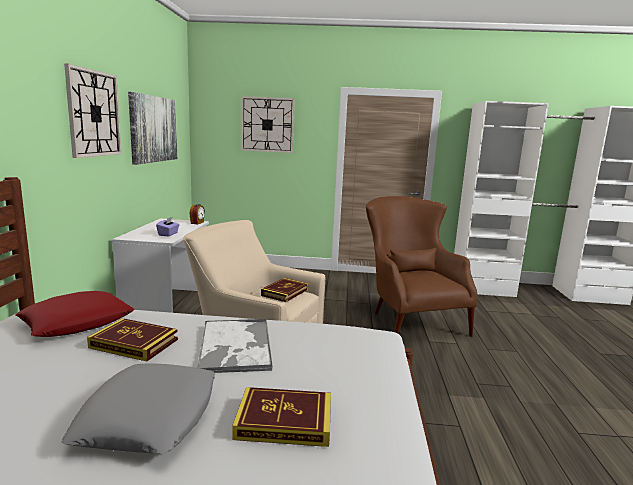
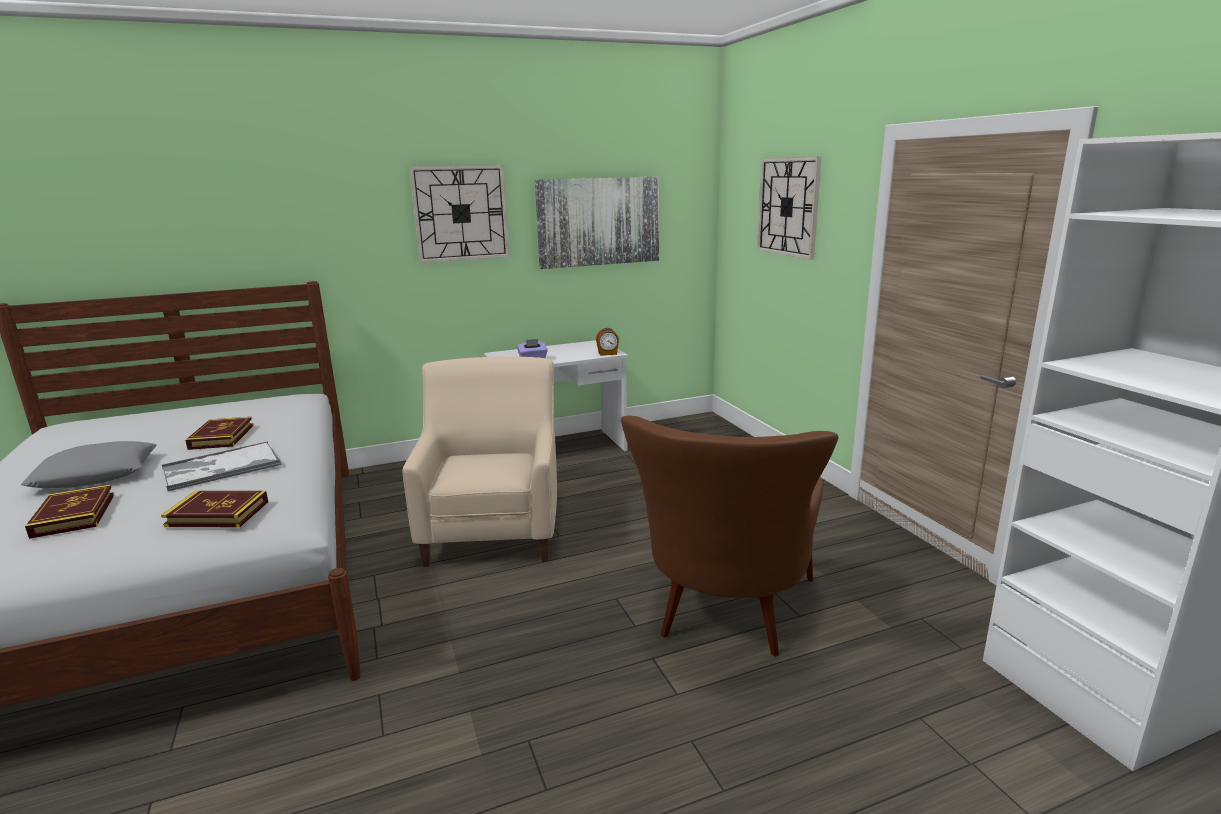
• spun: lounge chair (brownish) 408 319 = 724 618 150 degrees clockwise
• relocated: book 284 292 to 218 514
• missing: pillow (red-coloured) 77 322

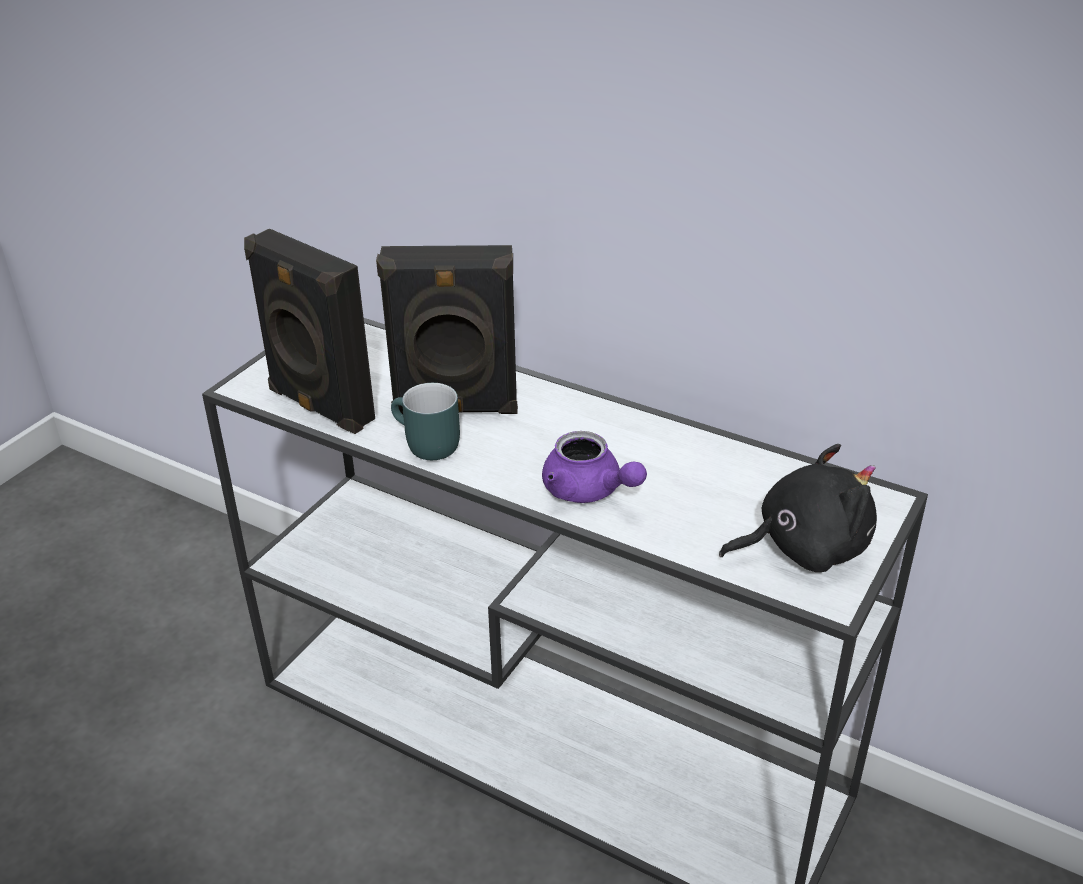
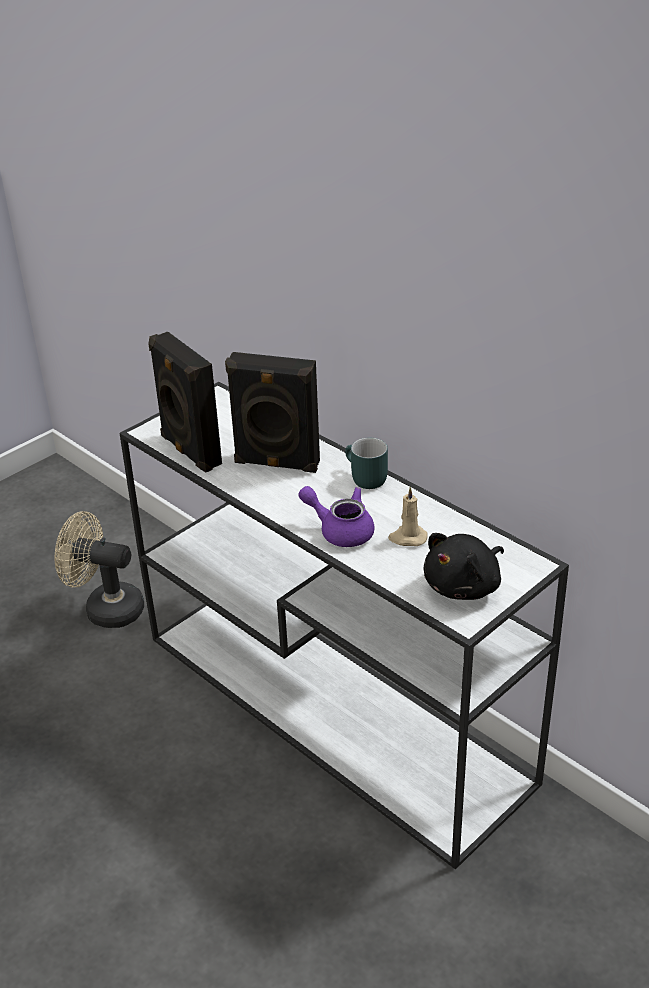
• relocated: mug (blue-green) 424 446 to 363 479
• spun: pot for tea (purple-coloured) 589 491 = 340 530 150 degrees clockwise
• spun: soft toy (black) 804 547 = 465 586 135 degrees clockwise
• appeared: candle (beige) 407 538
• appeared: fan (beige) 106 608

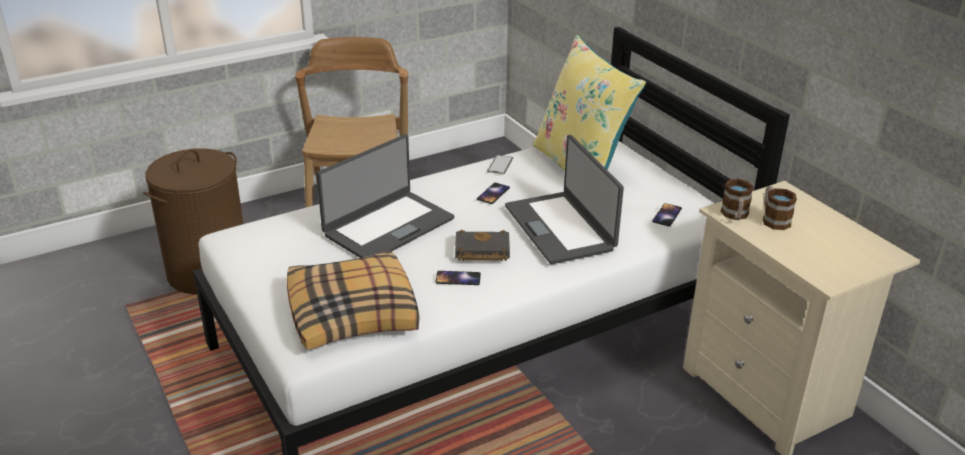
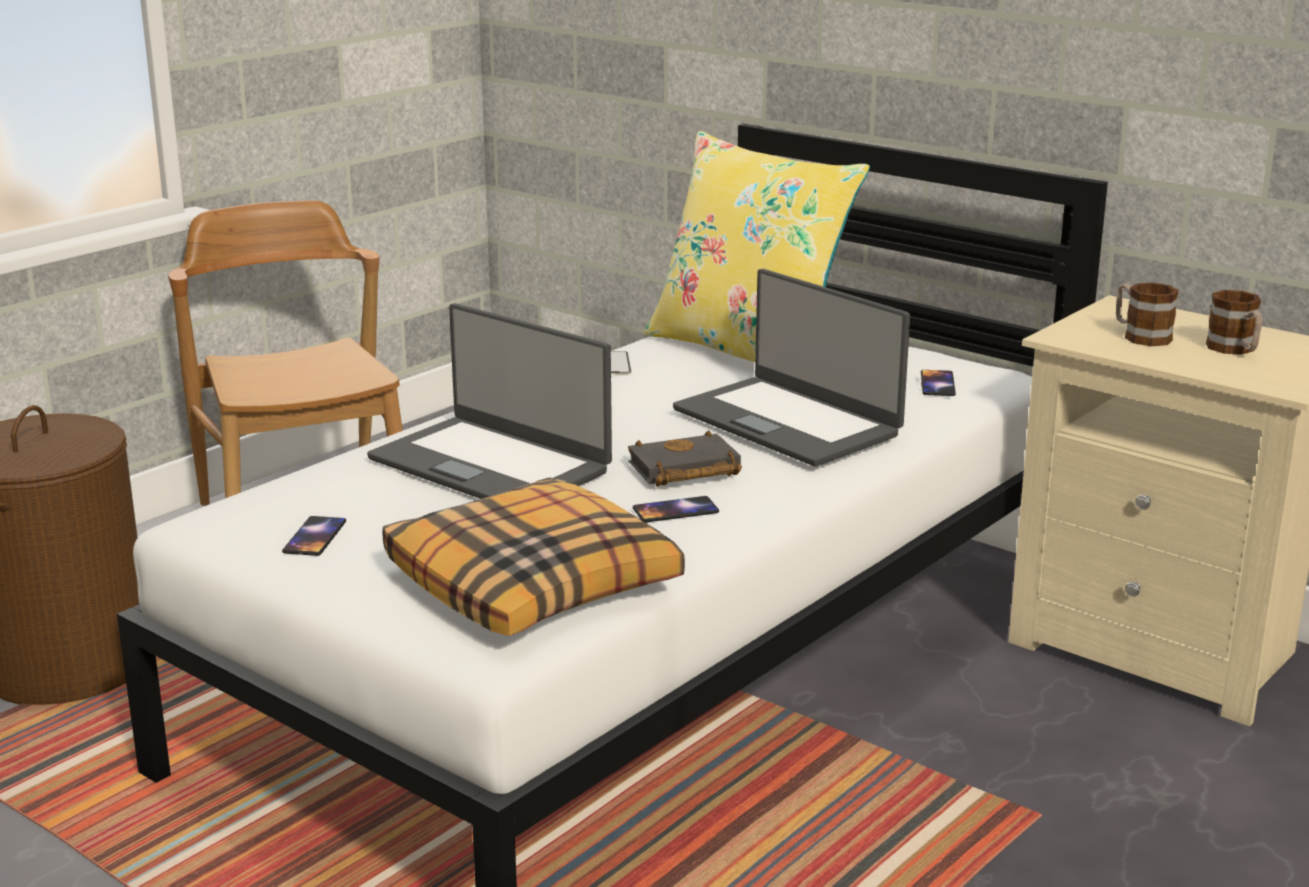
• spun: notebook computer 388 226 = 491 464 105 degrees clockwise
• relocated: mug 735 216 to 1235 350
• relocated: phone 493 193 to 315 537

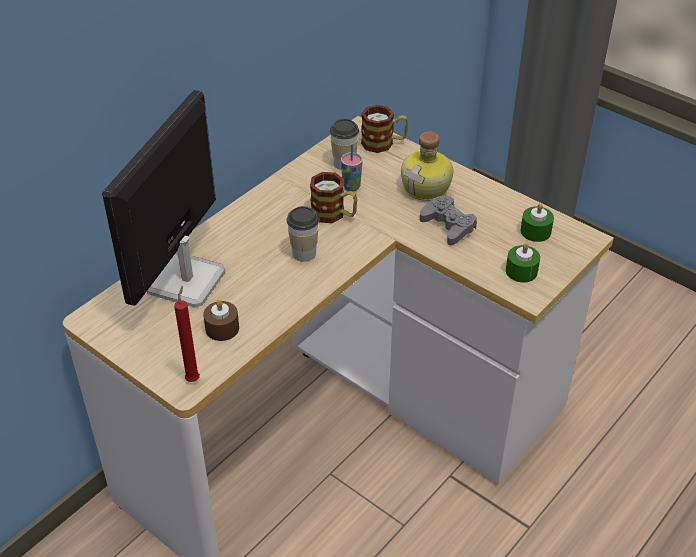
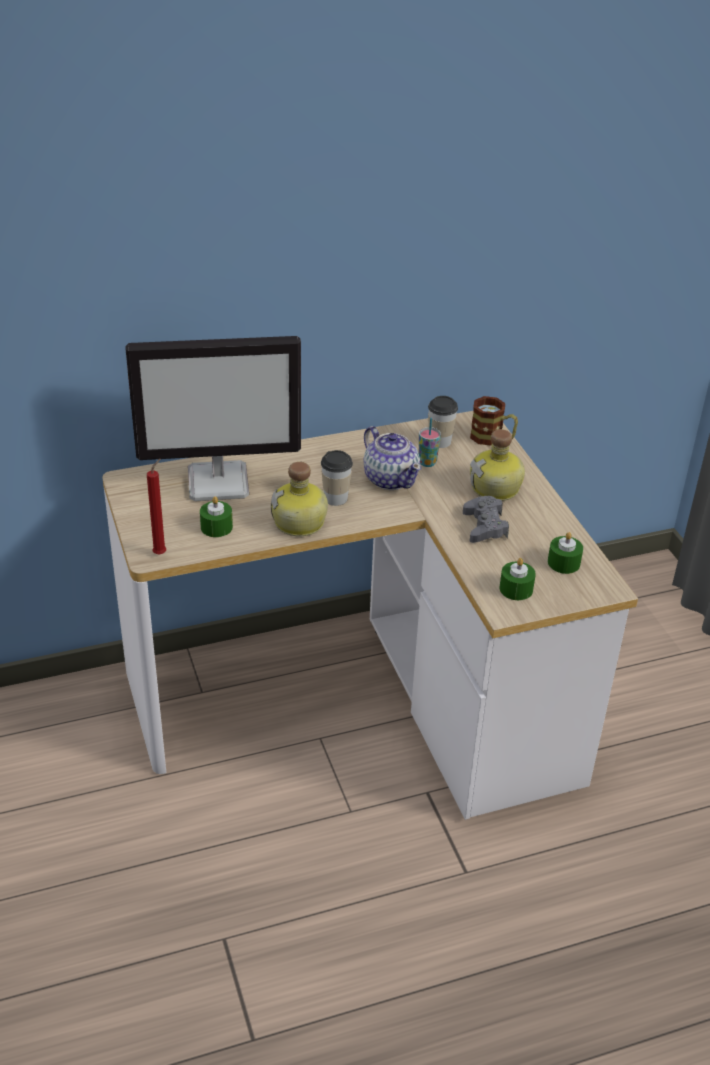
• spun: computer display 185 282 = 219 482 150 degrees counterclockwise
• exchanged: mug 334 214 to pot for tea 390 479
• colour: candle (brownish) 222 328 to candle (green) 216 527
• appeared: bottle 300 523

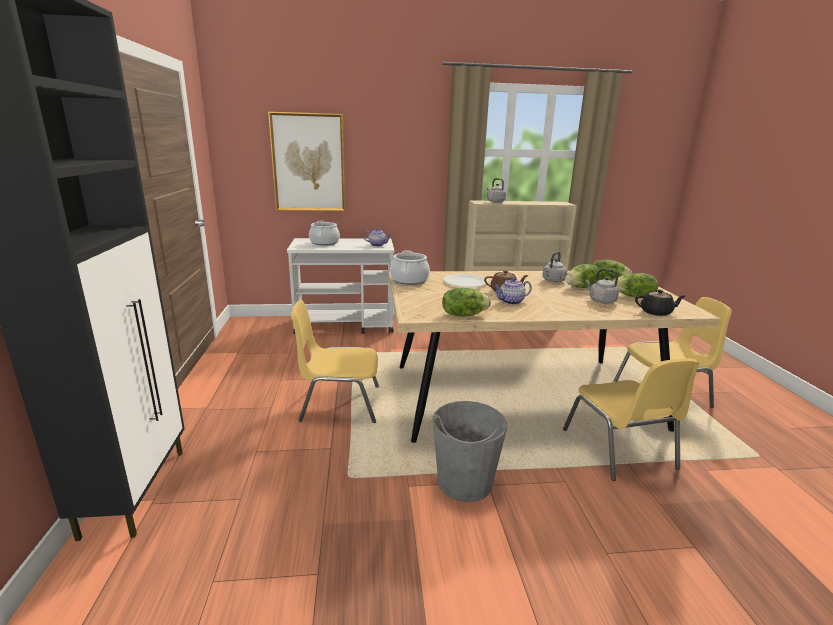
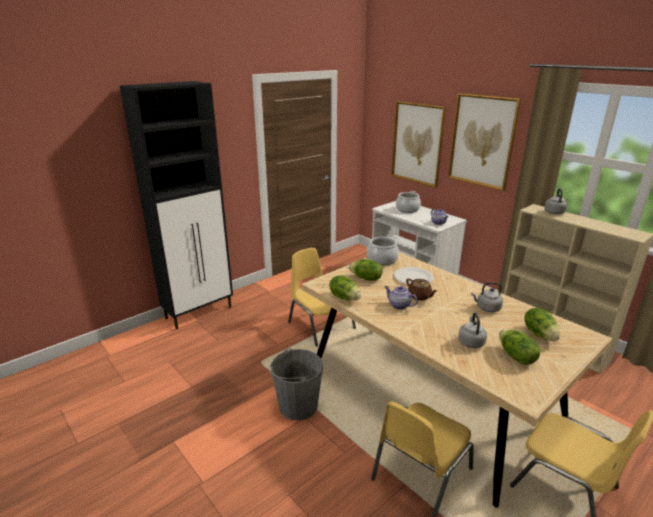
• relocated: lettuce 581 287 to 366 278
• missing: pot for tea (black) 656 312
• appeared: wall art 482 141

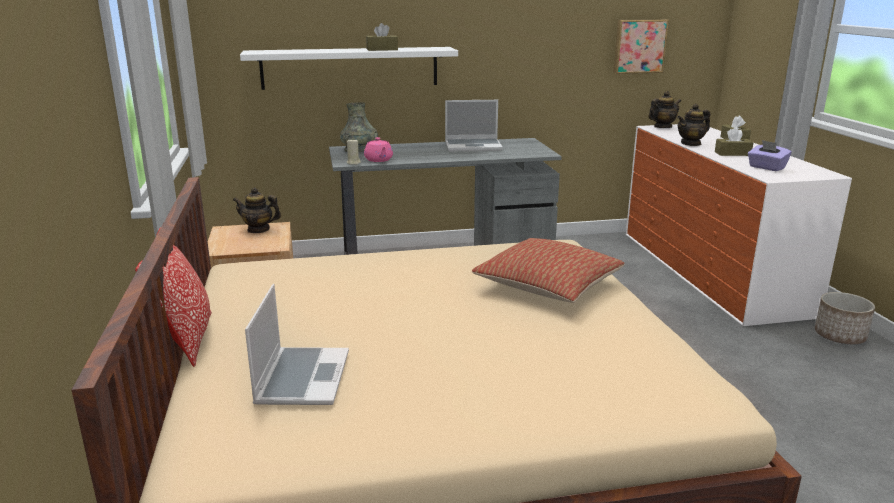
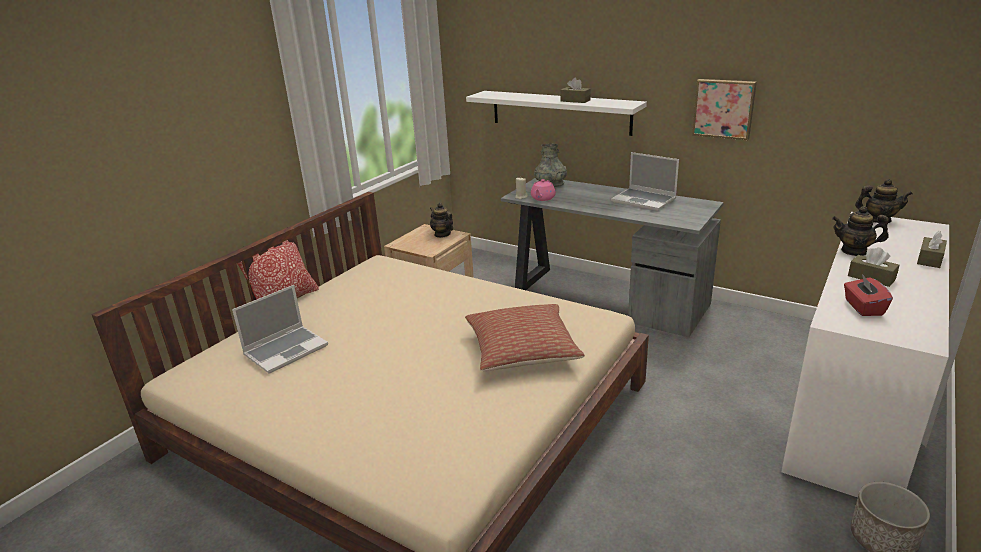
• relocated: wall art 639 46 to 724 108
• colour: tissue holder (purple-coloured) 766 167 to tissue holder (red-coloured) 863 307

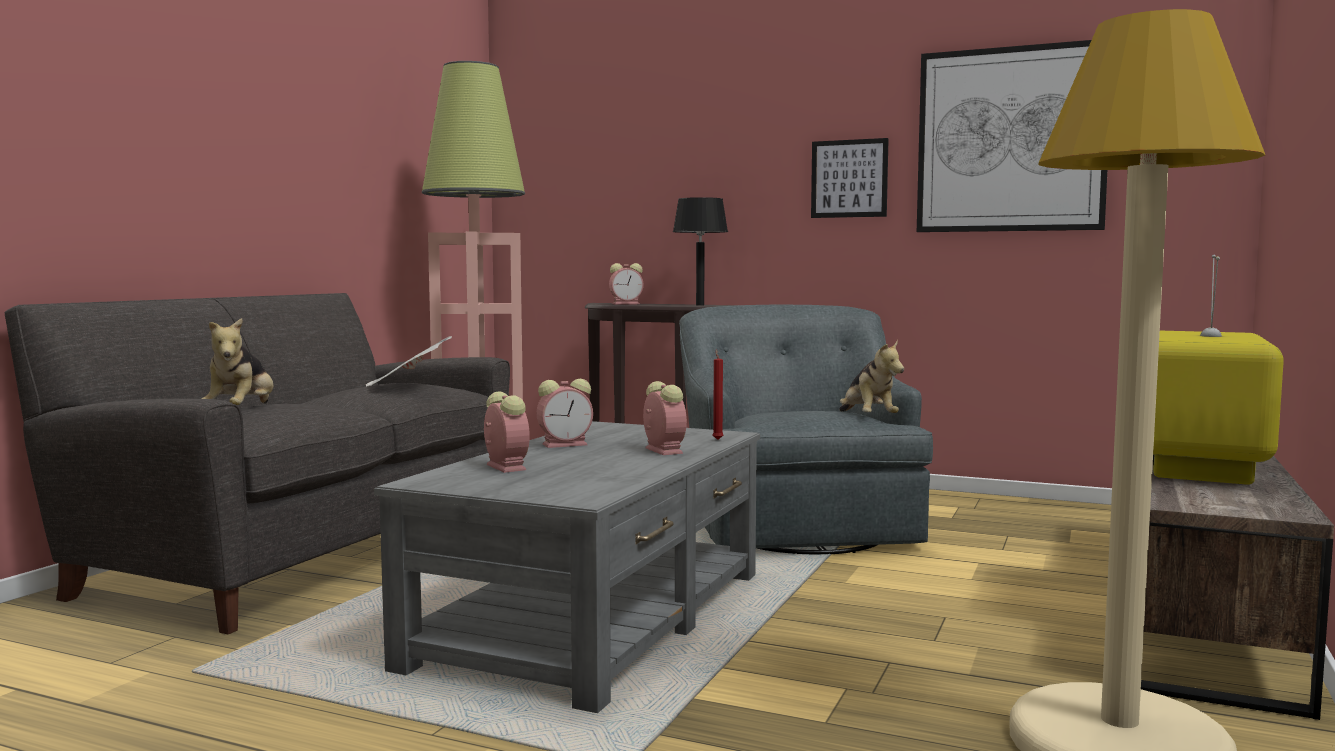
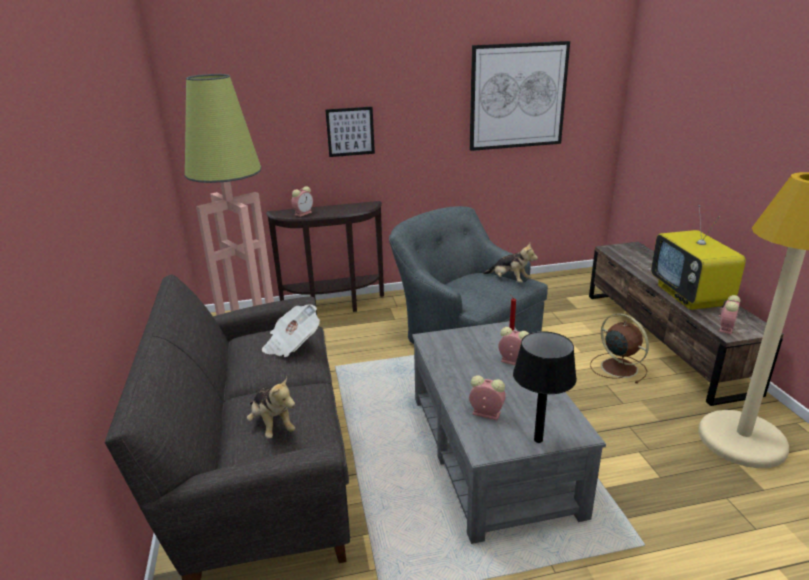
• relocated: wall art 849 178 to 350 131
• relocated: tabletop lamp (black) 700 305 to 538 440
• relocated: bedside clock 566 444 to 726 328
• appeared: fan (brownish) 617 367

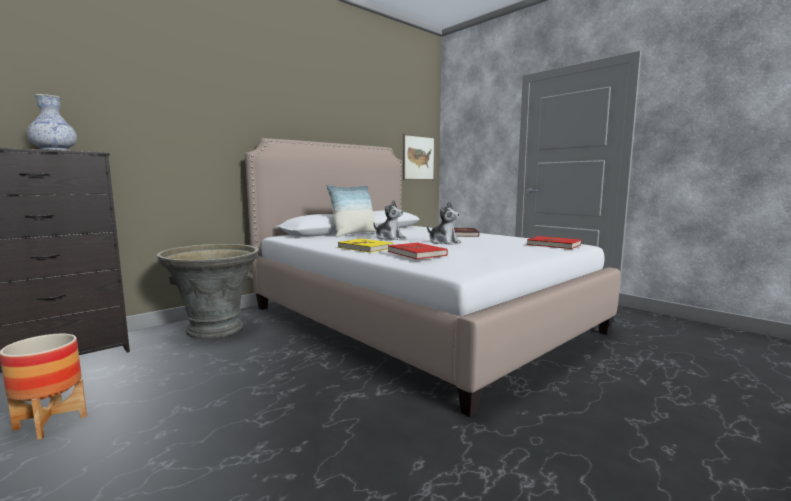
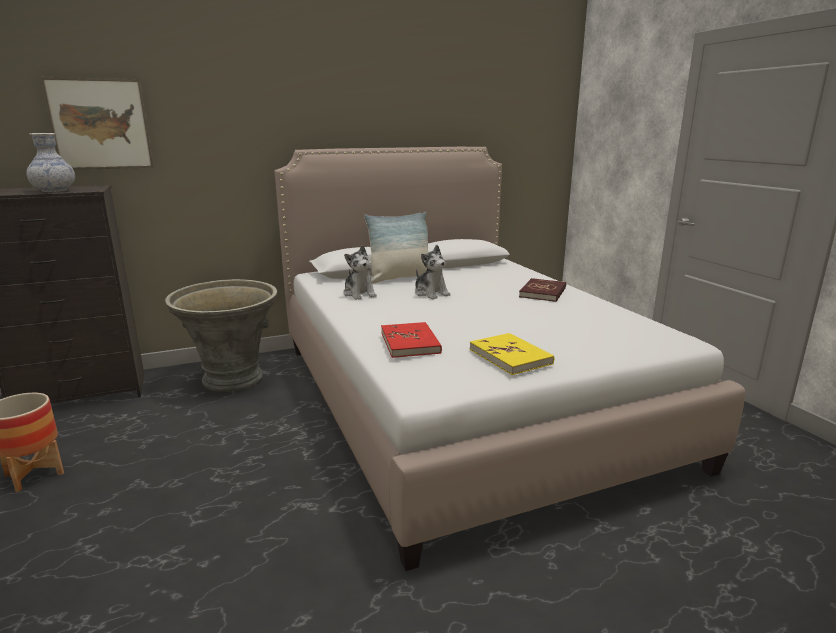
• relocated: wall art 419 158 to 100 124
• relocated: soft toy 443 242 to 359 294
• missing: book (red-coloured) 553 245
• relocated: book (yellow) 365 248 to 510 356

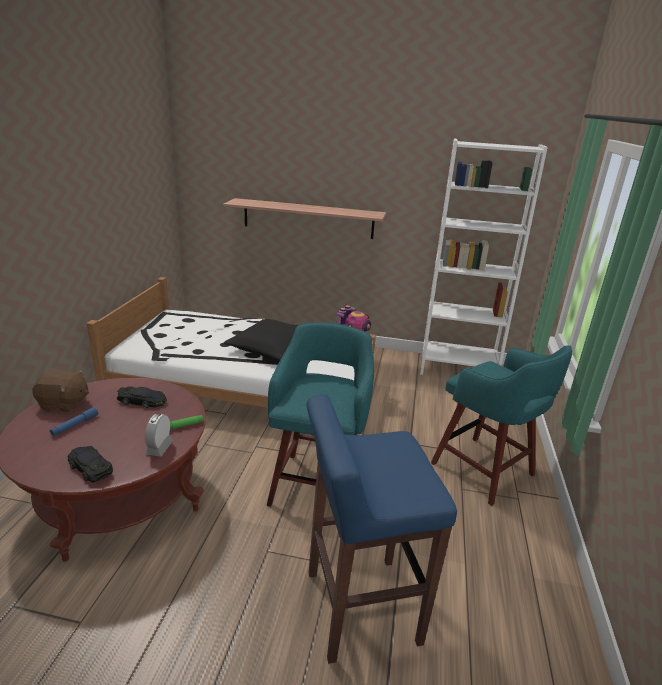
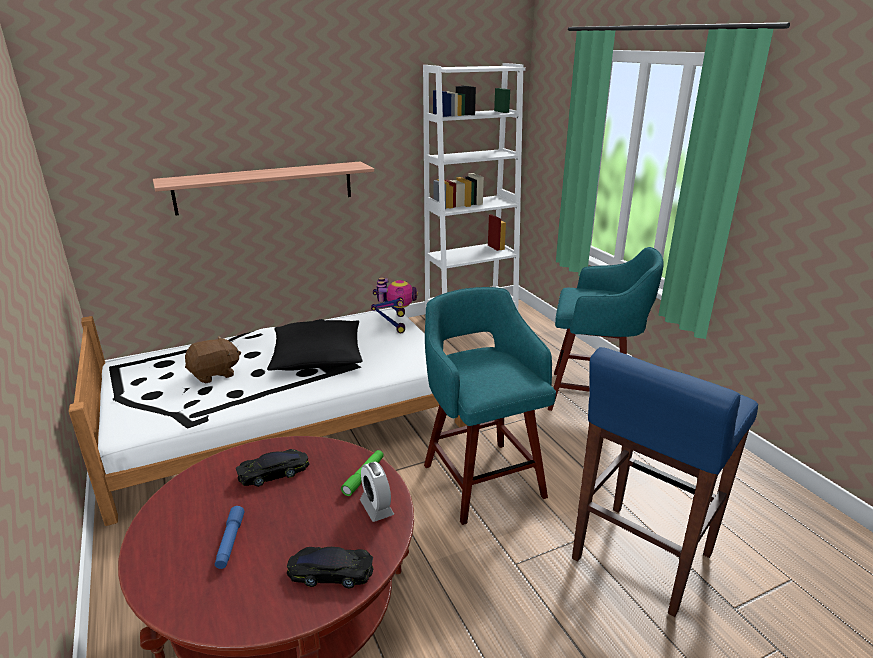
• relocated: soft toy (brownish) 64 403 to 215 374

